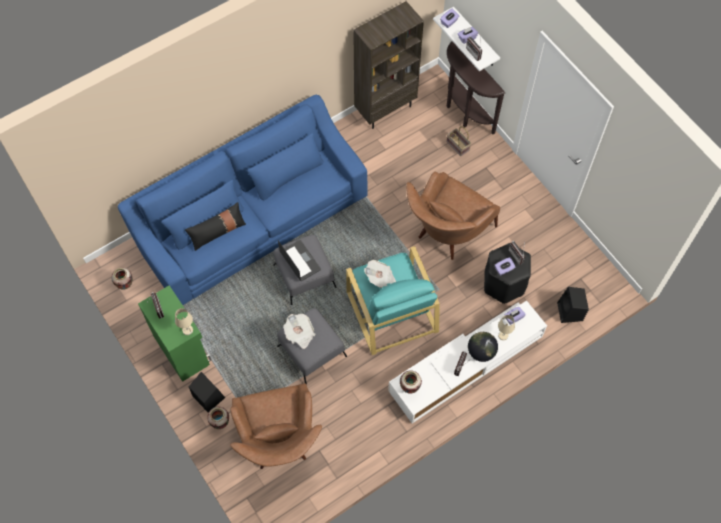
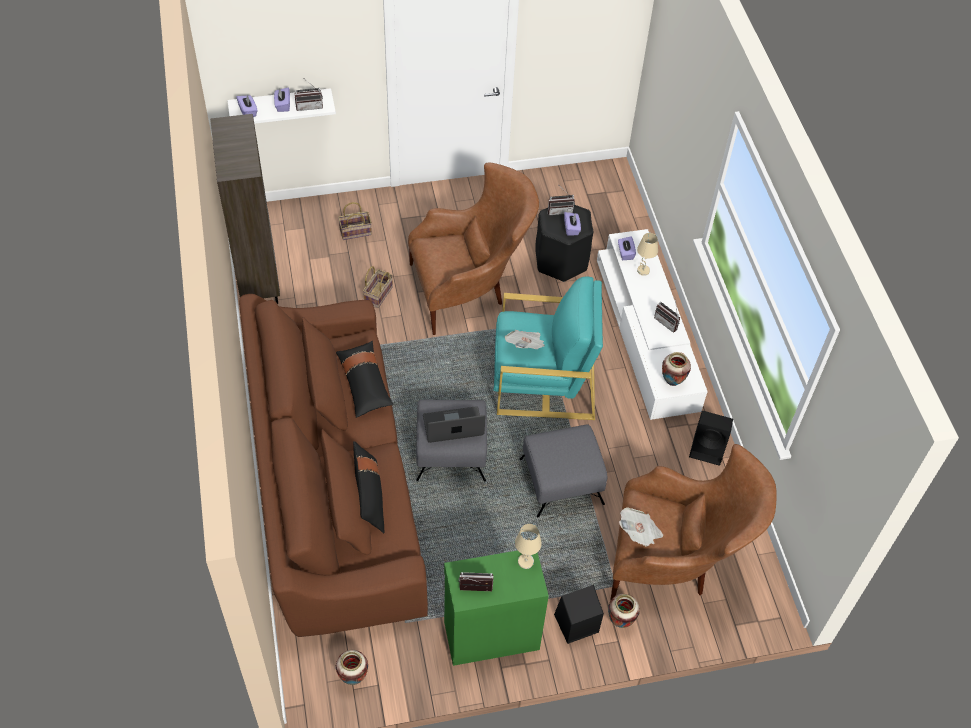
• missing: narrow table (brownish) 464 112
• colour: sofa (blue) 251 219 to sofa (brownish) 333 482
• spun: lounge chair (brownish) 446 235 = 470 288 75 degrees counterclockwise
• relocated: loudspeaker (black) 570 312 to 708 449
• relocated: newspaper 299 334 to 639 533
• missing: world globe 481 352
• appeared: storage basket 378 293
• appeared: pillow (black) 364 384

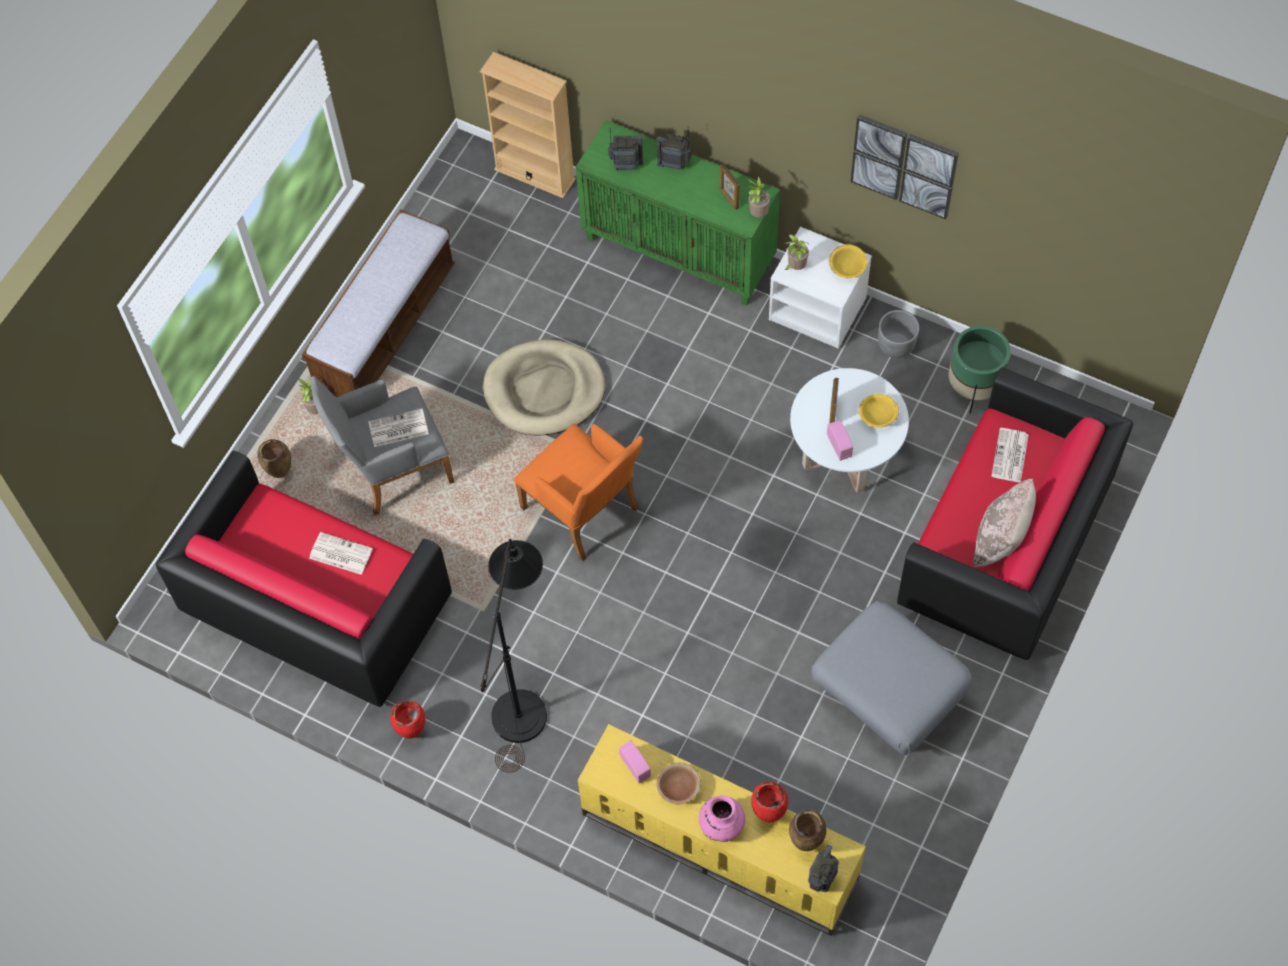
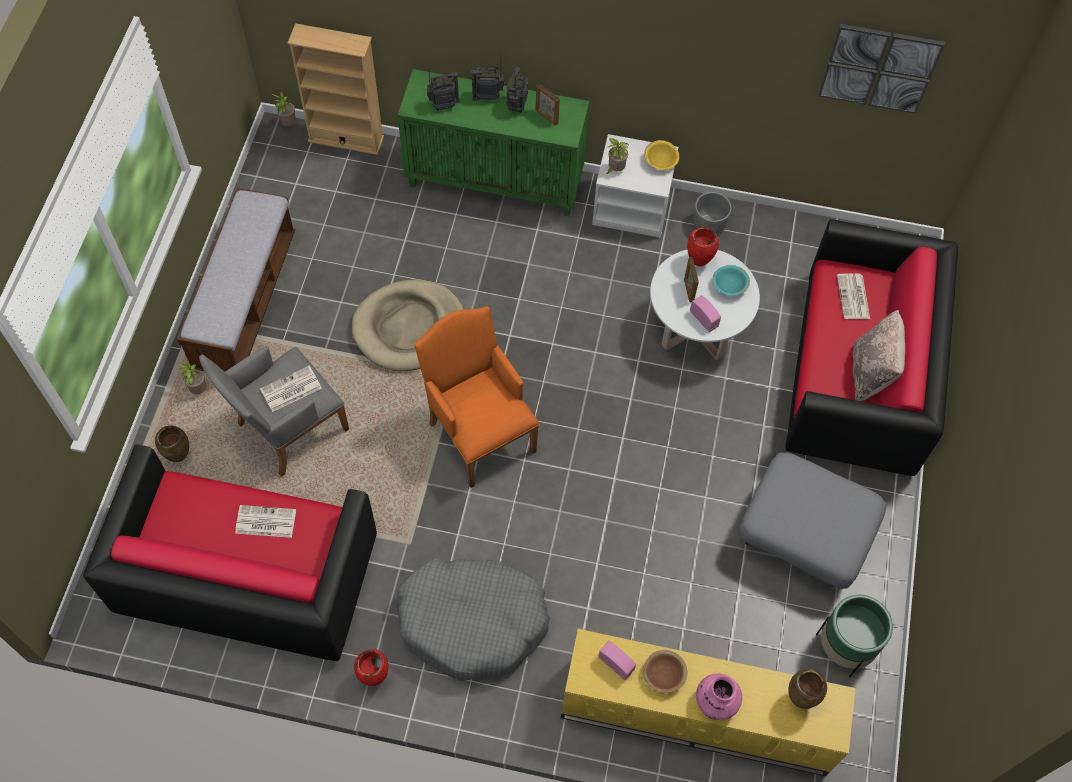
• relocated: wall art 904 165 to 879 68
• relocated: plant in a pot 757 213 to 288 124
• relocated: flower pot (green) 973 388 to 844 647
• colour: bowl (yellow) 878 416 to bowl (blue-green) 729 286
• spun: lounge chair (orange-coloured) 584 513 = 479 431 150 degrees counterclockwise
• exchanged: standing lamp (black) 523 701 to pet bed (grey) 472 622
• relocated: flower vase (red-coloured) 768 815 to 698 263
• relocated: radio set 822 880 to 517 106

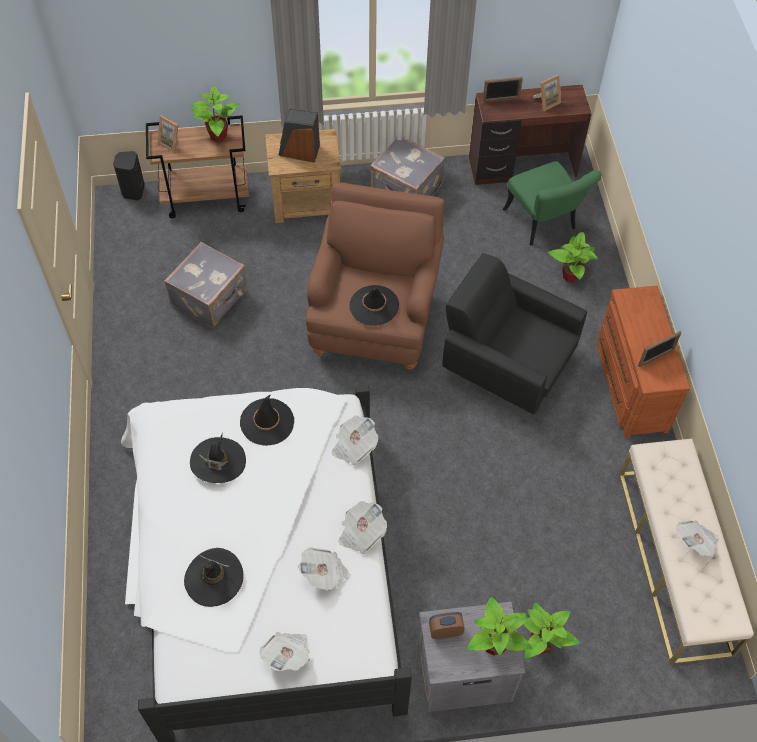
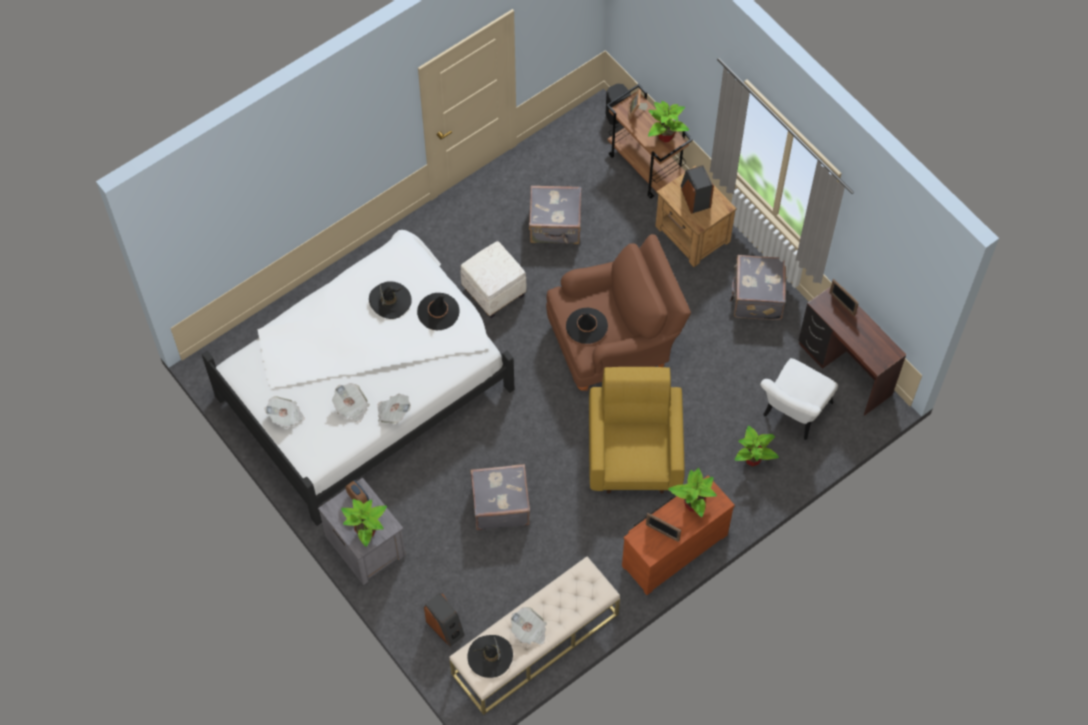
• missing: standing frame 546 102
• colour: chair (green) 543 224 to chair (white) 793 414
• colour: lounge chair (black) 506 362 to lounge chair (yellow) 634 452
• missing: newspaper 354 446
• relocated: wearable hat (black) 214 578 to 490 656
• relocated: plant in a pot 541 644 to 693 504
• appeared: footrest (white) 493 291
• appeared: piece of luggage (grey) 500 504
• appeared: loudspeaker 445 627

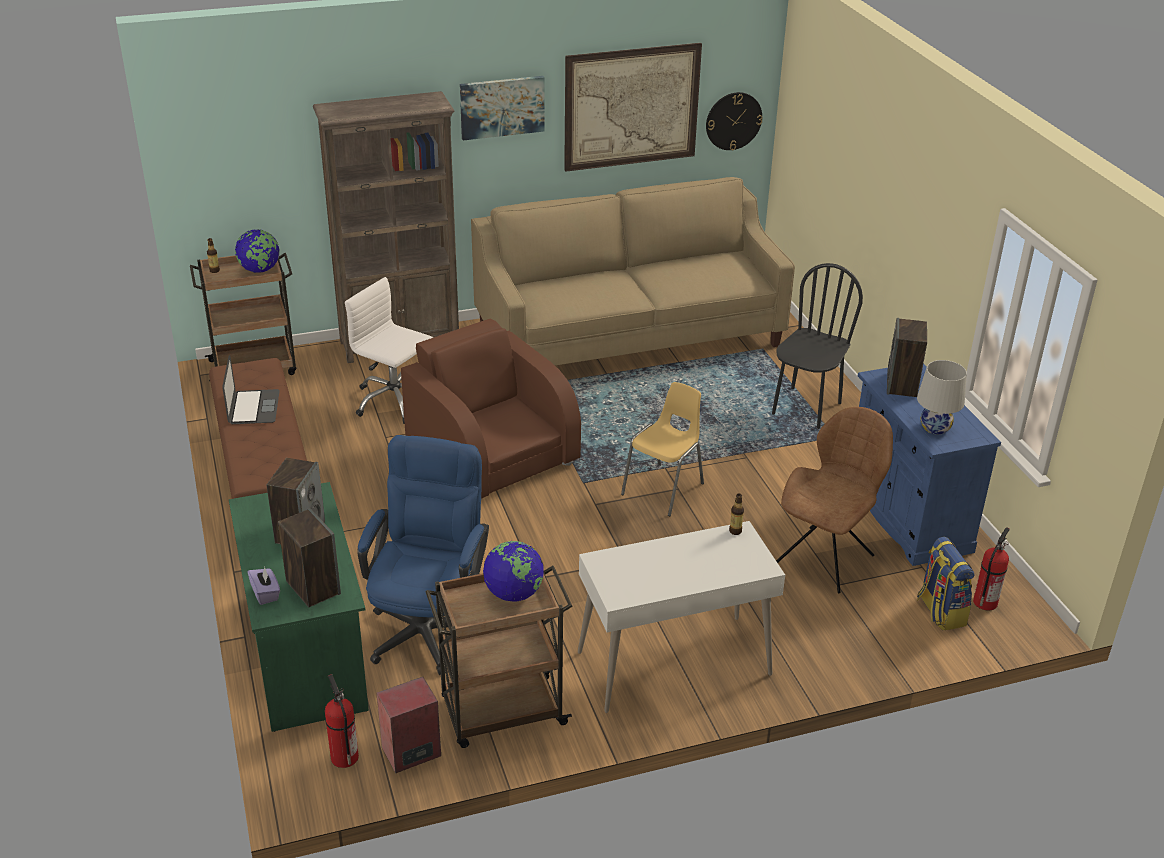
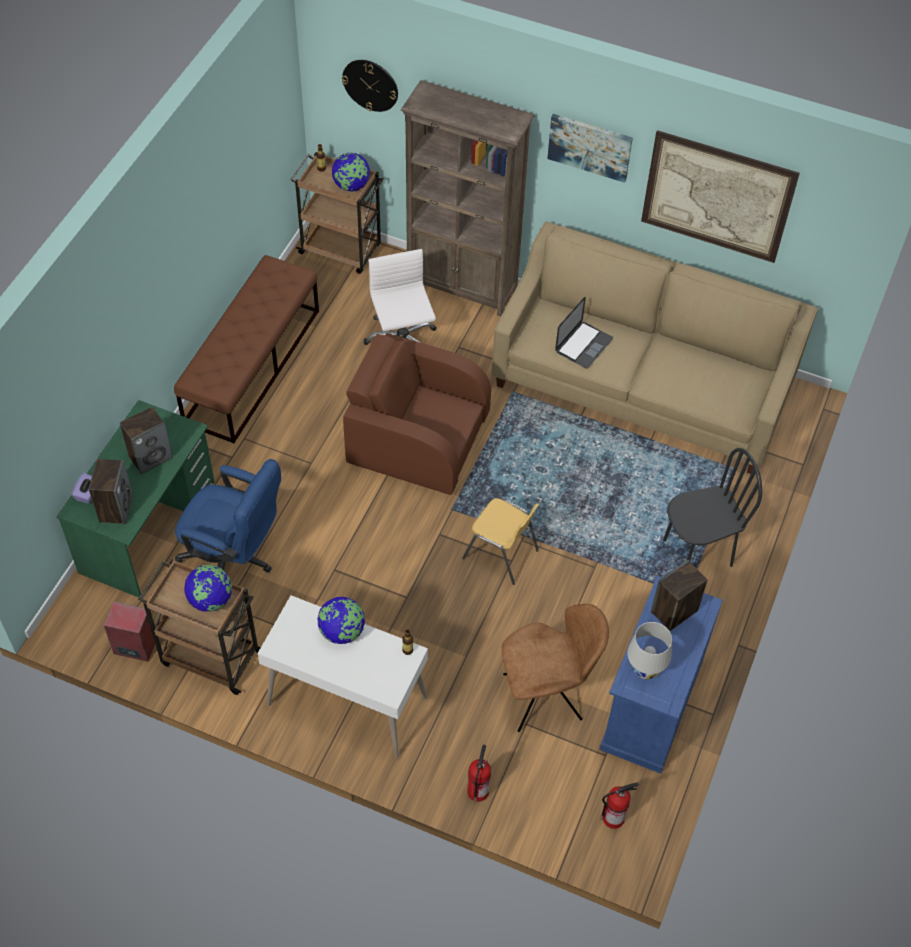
• relocated: clock on the wall 733 121 to 370 85
• spun: lounge chair (brownish) 492 454 = 417 440 75 degrees counterclockwise
• relocated: notebook computer 253 407 to 583 345
• spun: chair (yellow) 664 489 = 501 554 45 degrees clockwise
• spun: computer chair (blue) 428 624 = 235 558 60 degrees clockwise
• missing: backpack 940 611
• relocated: extinguisher 343 756 to 477 790
• appeared: world globe 342 632

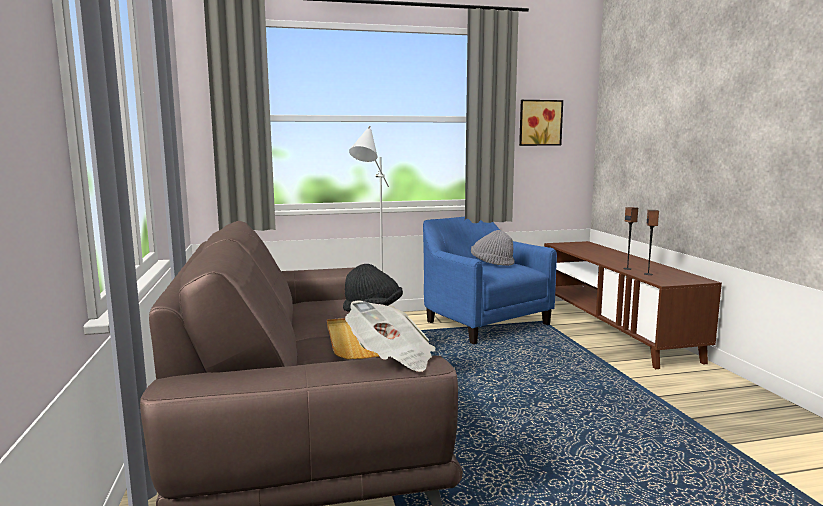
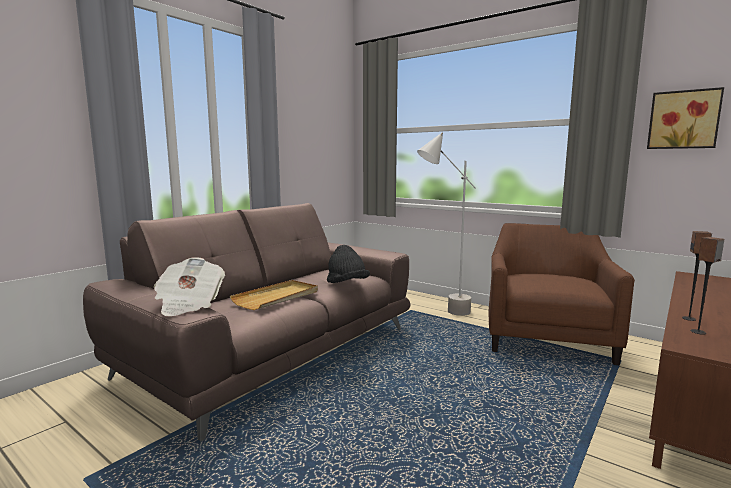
• colour: lounge chair (blue) 482 323 to lounge chair (brownish) 546 339
• missing: wearable hat (grey) 491 264

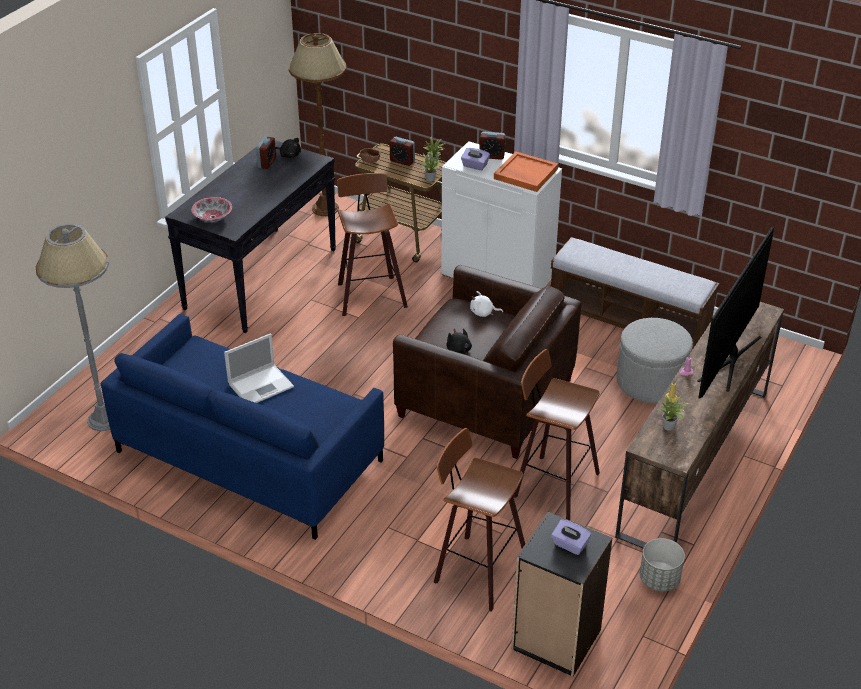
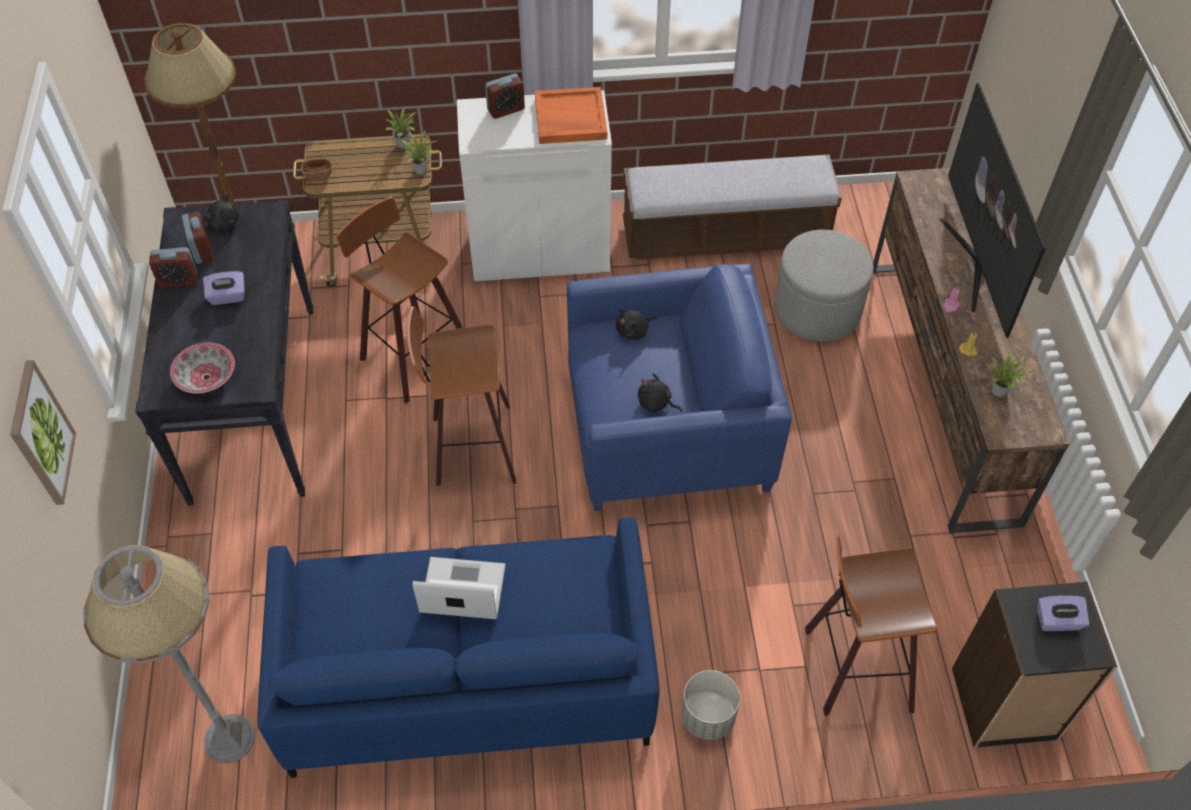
• relocated: bedside clock 402 161 to 178 280
• relocated: tissue holder (purple-coloured) 475 166 to 228 297
• colour: lounge chair (brownish) 484 398 to lounge chair (blue) 667 429
• colour: soft toy (white) 483 313 to soft toy (black) 634 331
• spun: notebook computer 262 385 = 461 589 105 degrees counterclockwise
• relocated: stool 552 485 to 470 447
• relocated: flower pot (grey) 659 579 to 707 717
• appeared: wall art 41 434

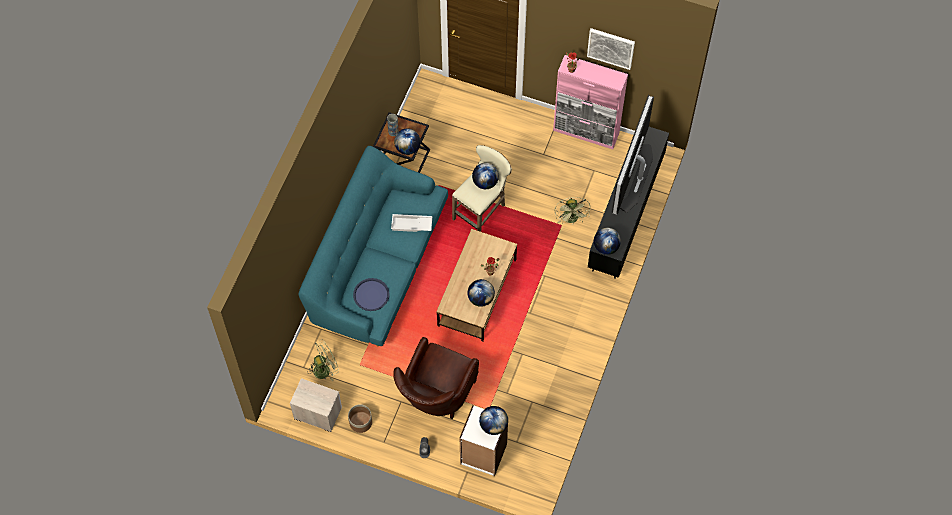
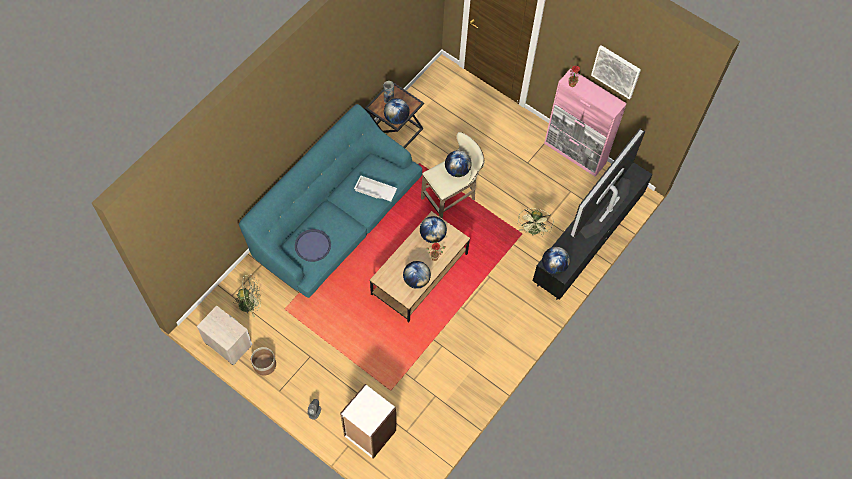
• missing: lounge chair (brownish) 436 399
• relocated: world globe 493 425 to 432 235

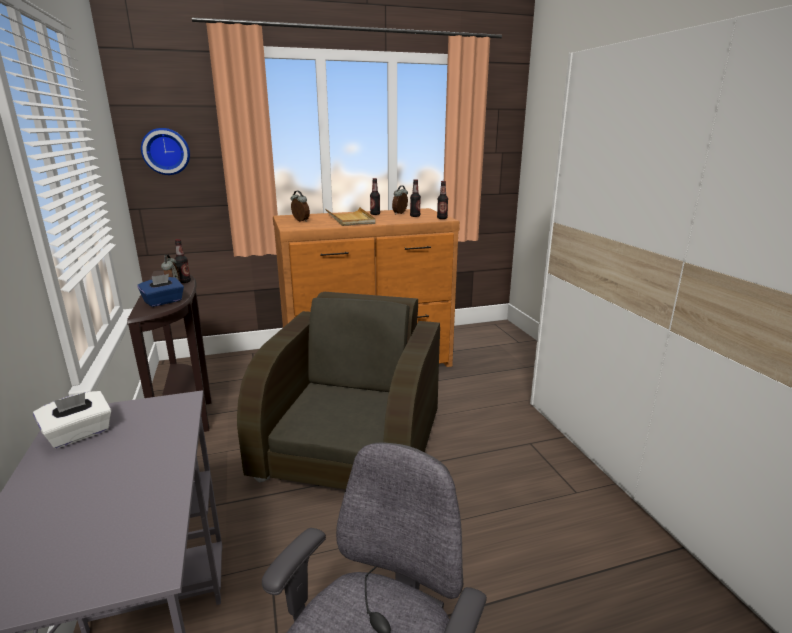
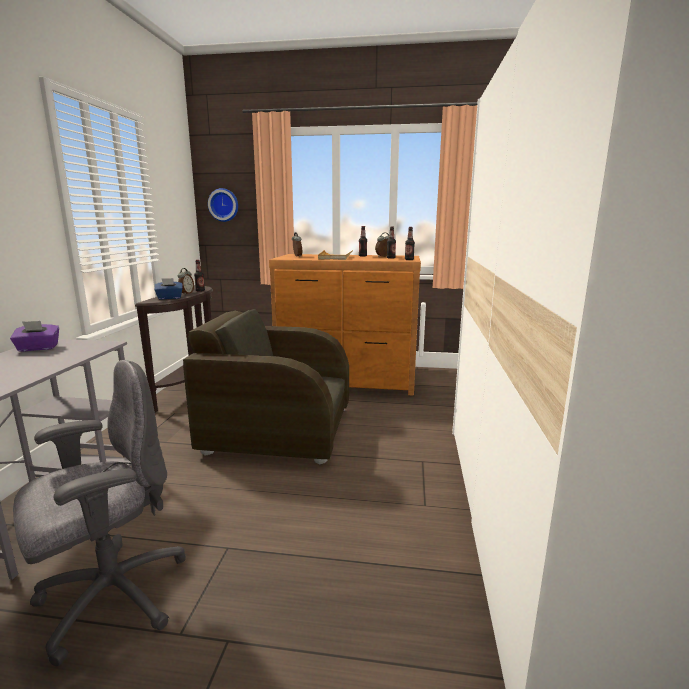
• spun: lounge chair (brownish) 352 445 = 278 430 120 degrees counterclockwise
• colour: tissue holder (white) 79 434 to tissue holder (purple-coloured) 38 348

